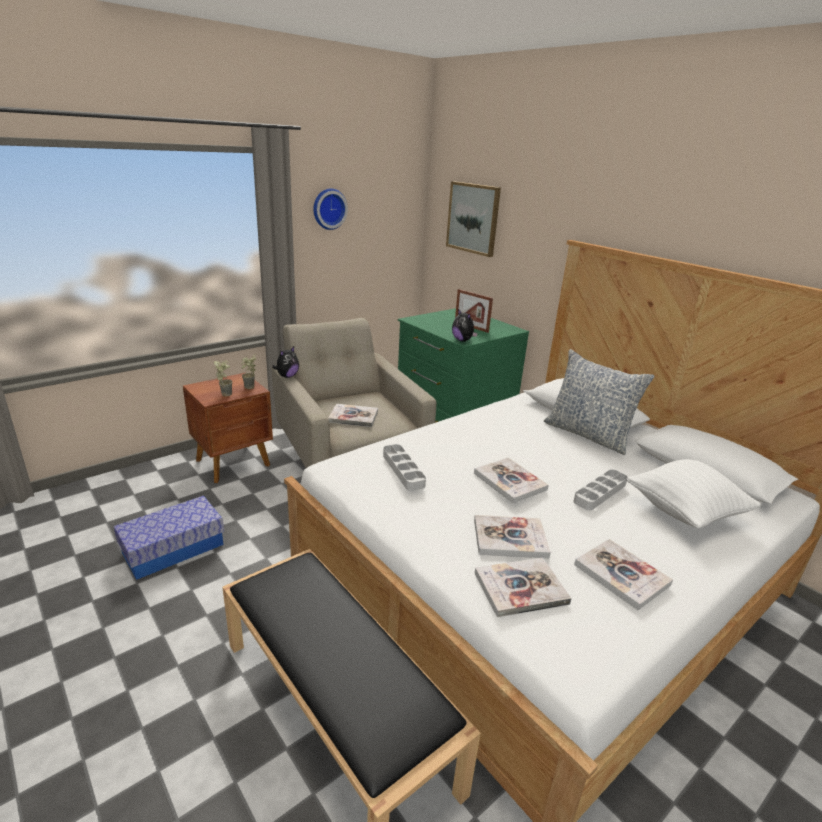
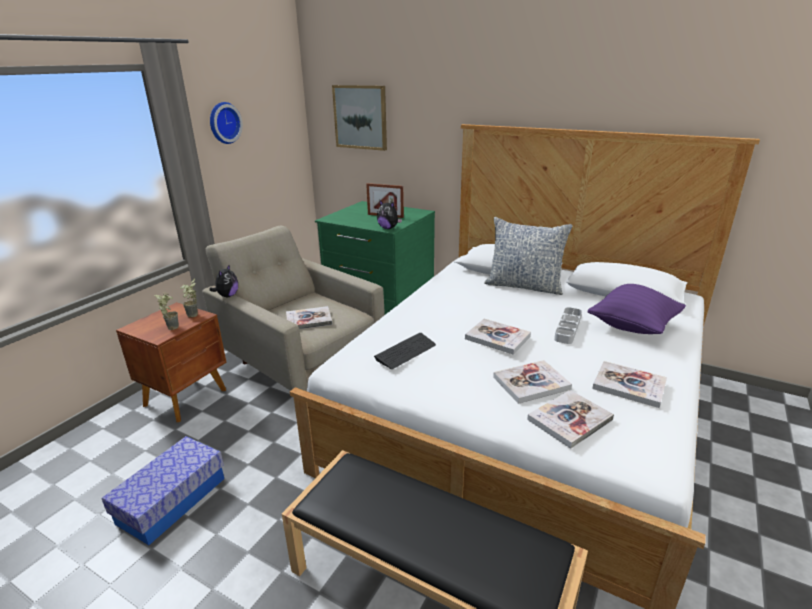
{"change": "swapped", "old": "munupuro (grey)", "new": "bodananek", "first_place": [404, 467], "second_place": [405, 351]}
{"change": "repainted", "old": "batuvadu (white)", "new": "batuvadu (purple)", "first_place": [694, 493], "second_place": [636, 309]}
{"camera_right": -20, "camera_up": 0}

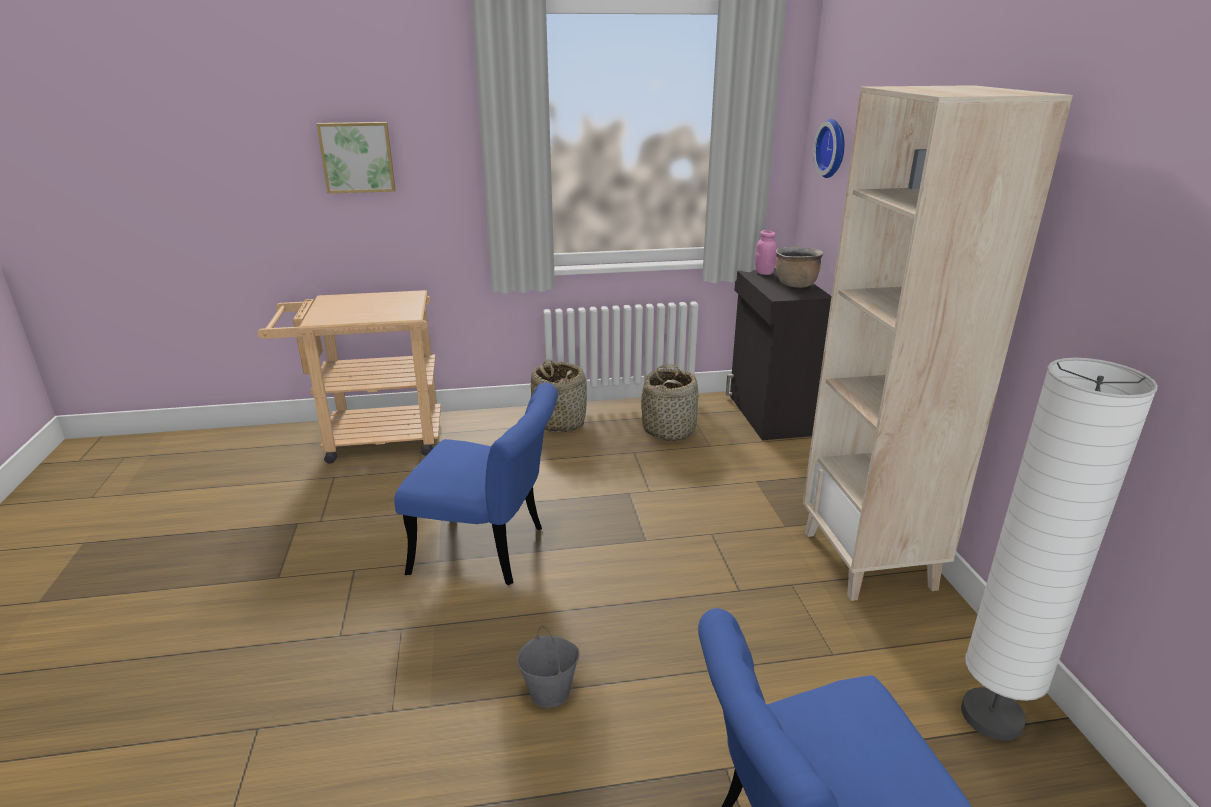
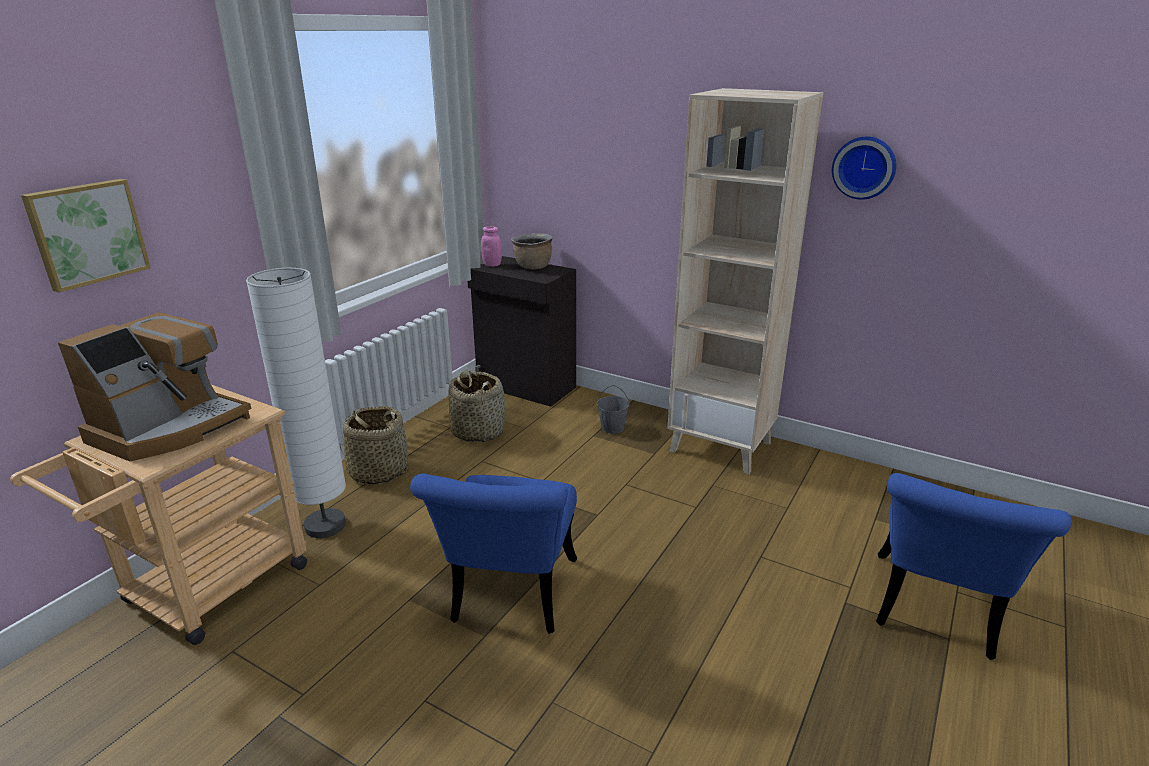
{"change": "rotated", "old": "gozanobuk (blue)", "first_place": [476, 484], "second_place": [493, 554], "degrees": 135}
{"change": "shifted", "old": "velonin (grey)", "first_place": [548, 667], "second_place": [613, 409]}
{"change": "shifted", "old": "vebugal", "first_place": [828, 148], "second_place": [864, 168]}
{"change": "shifted", "old": "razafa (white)", "first_place": [1059, 549], "second_place": [296, 403]}
{"change": "new", "new": "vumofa", "second_place": [155, 387]}
{"camera_right": -50, "camera_up": 0}

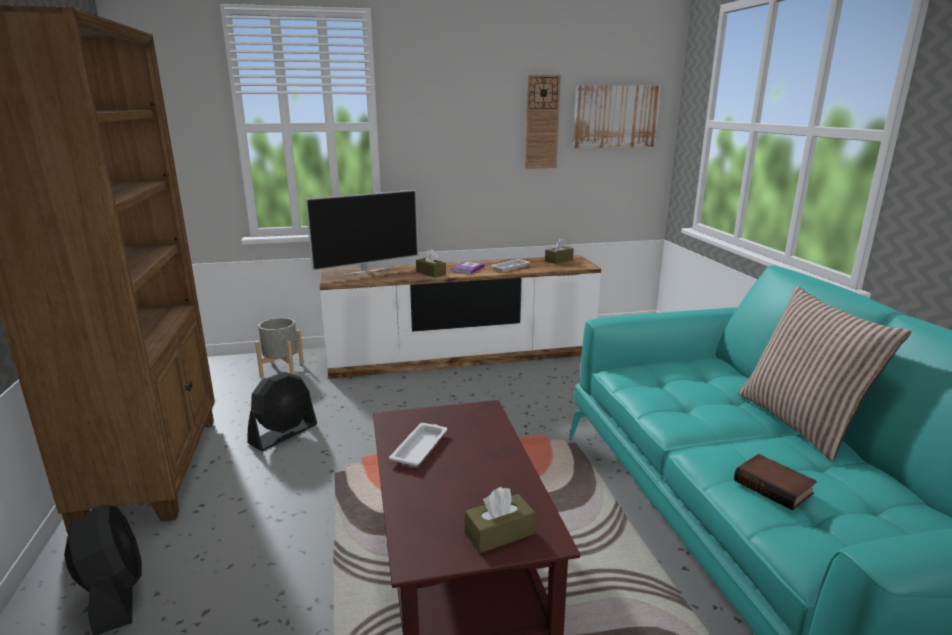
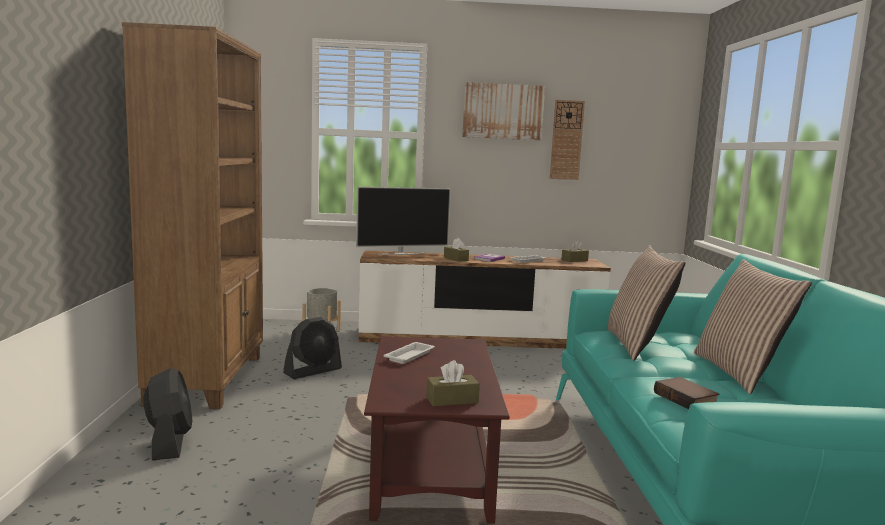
{"change": "shifted", "old": "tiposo", "first_place": [617, 116], "second_place": [503, 111]}
{"change": "new", "new": "batuvadu", "second_place": [646, 302]}
{"camera_right": 10, "camera_up": -10}

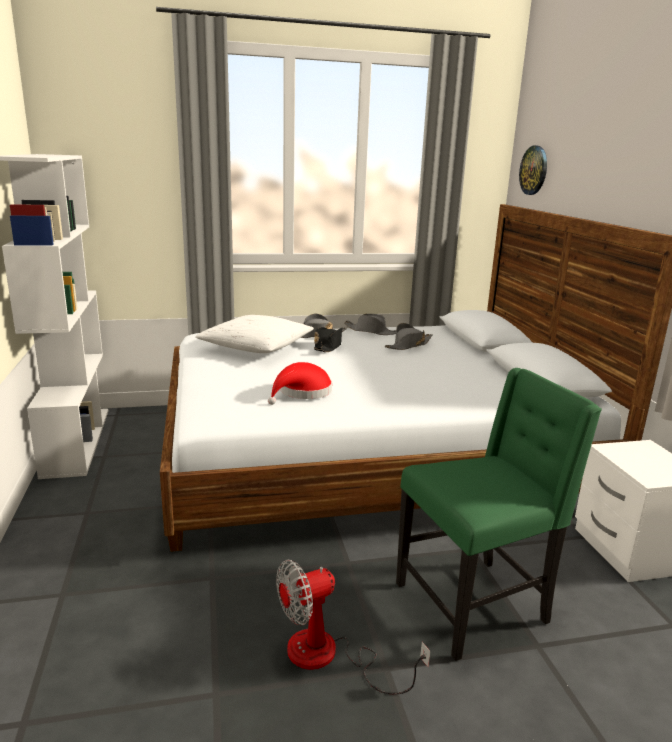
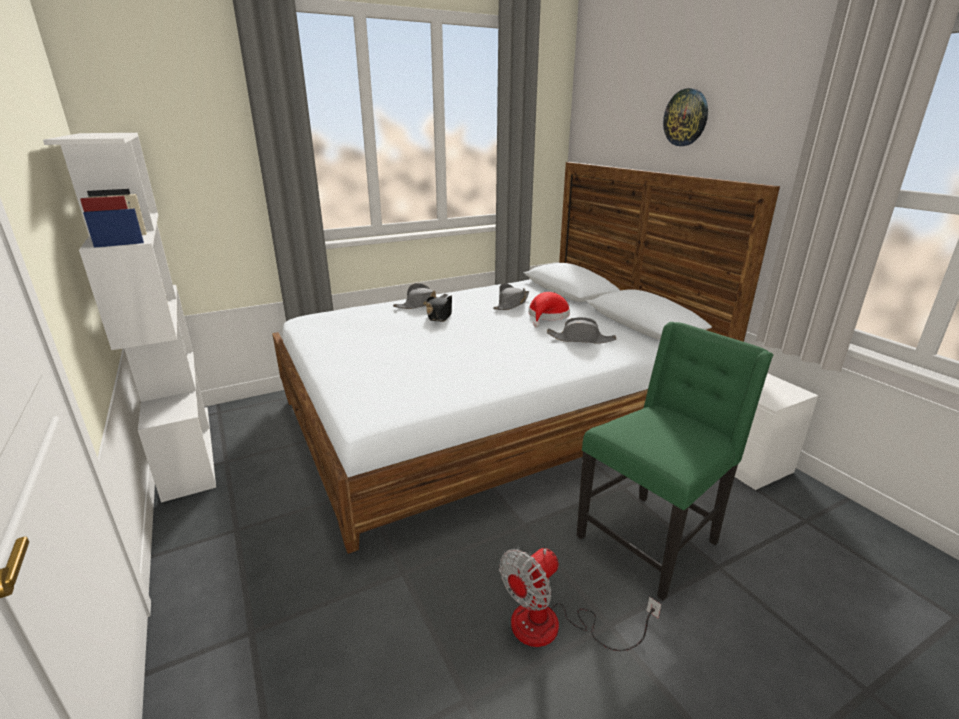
{"change": "gone", "old": "batuvadu (white)", "first_place": [254, 334]}
{"change": "shifted", "old": "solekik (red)", "first_place": [300, 383], "second_place": [549, 309]}
{"change": "shifted", "old": "solekik (grey)", "first_place": [370, 324], "second_place": [581, 330]}
{"change": "shifted", "old": "vebugal", "first_place": [533, 170], "second_place": [685, 117]}
{"camera_right": -15, "camera_up": 5}

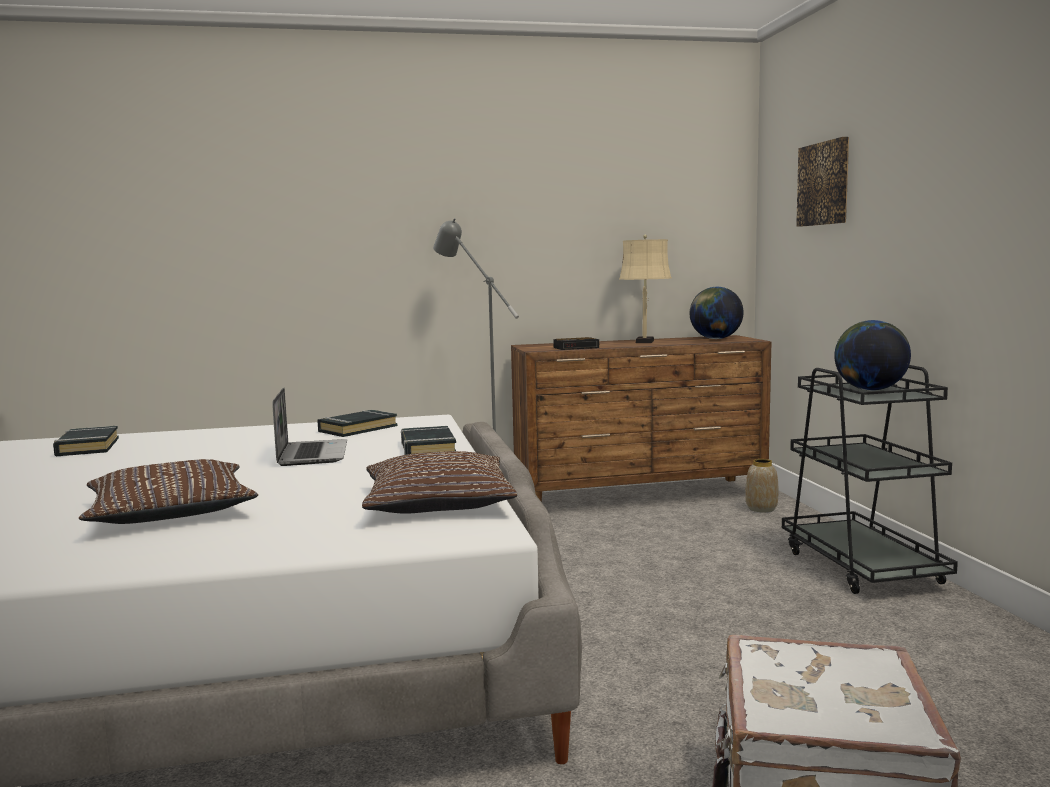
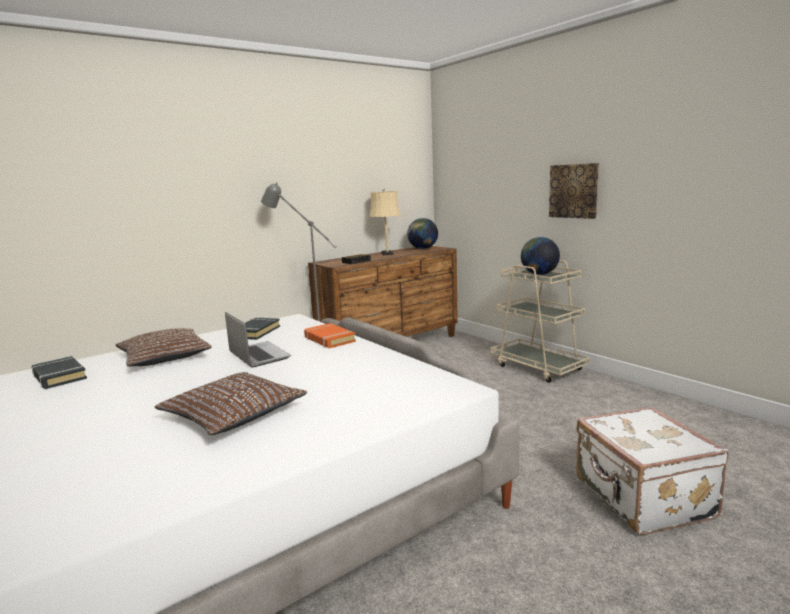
{"change": "shifted", "old": "batuvadu (brown)", "first_place": [439, 482], "second_place": [164, 347]}
{"change": "repainted", "old": "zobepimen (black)", "new": "zobepimen (orange)", "first_place": [428, 440], "second_place": [330, 335]}
{"change": "gone", "old": "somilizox", "first_place": [762, 485]}
{"change": "repainted", "old": "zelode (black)", "new": "zelode (beige)", "first_place": [870, 479], "second_place": [540, 321]}
{"change": "shifted", "old": "tiposo", "first_place": [822, 182], "second_place": [574, 191]}
{"camera_right": -25, "camera_up": 5}

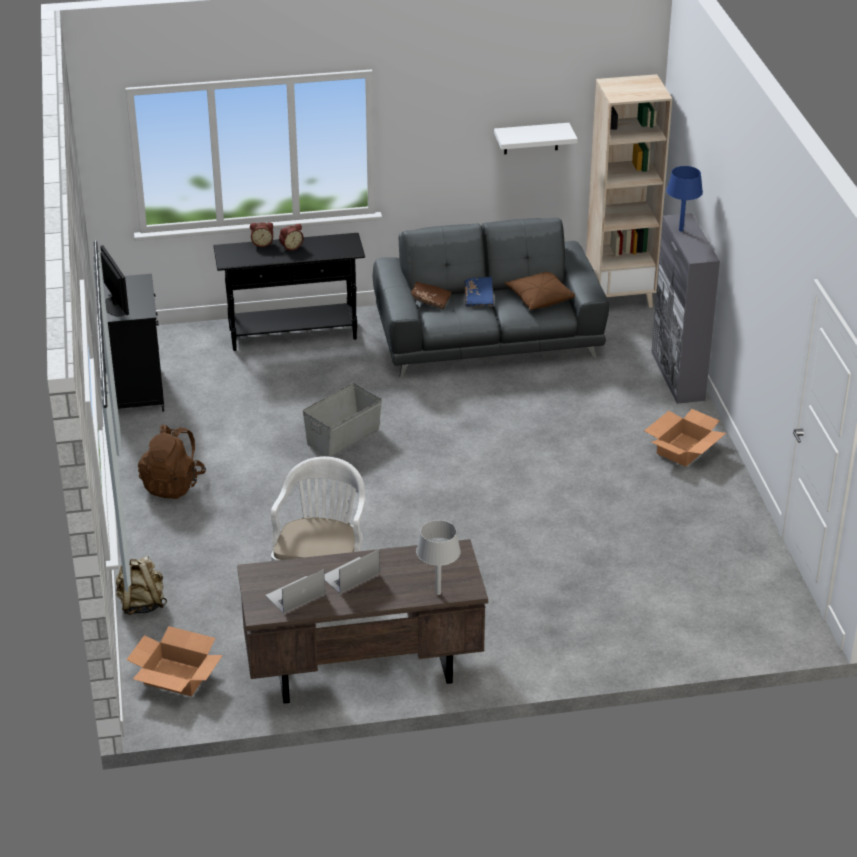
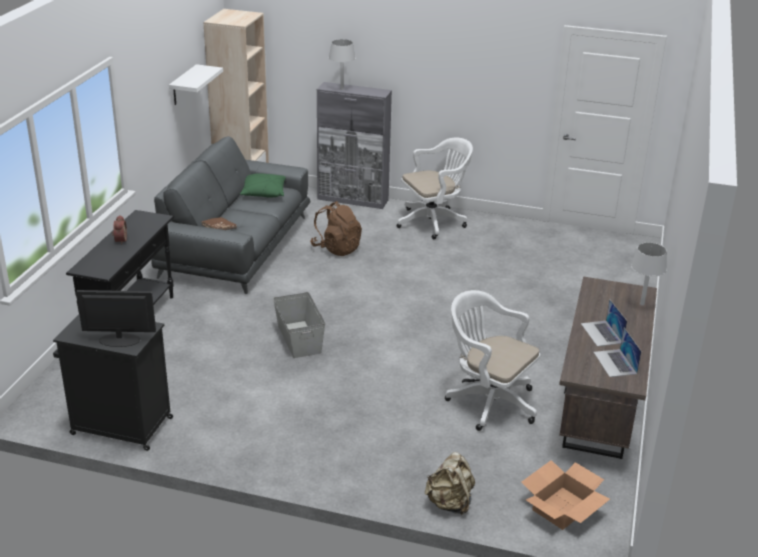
{"change": "shifted", "old": "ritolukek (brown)", "first_place": [172, 462], "second_place": [336, 228]}
{"change": "gone", "old": "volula", "first_place": [261, 234]}
{"change": "gone", "old": "zobepimen (blue)", "first_place": [479, 292]}
{"change": "repainted", "old": "batuvadu (brown)", "new": "batuvadu (green)", "first_place": [540, 291], "second_place": [263, 185]}
{"change": "swapped", "old": "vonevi", "new": "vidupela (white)", "first_place": [685, 438], "second_place": [435, 188]}
{"change": "repainted", "old": "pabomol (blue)", "new": "pabomol (grey)", "first_place": [685, 199], "second_place": [342, 64]}
{"camera_right": -65, "camera_up": -5}

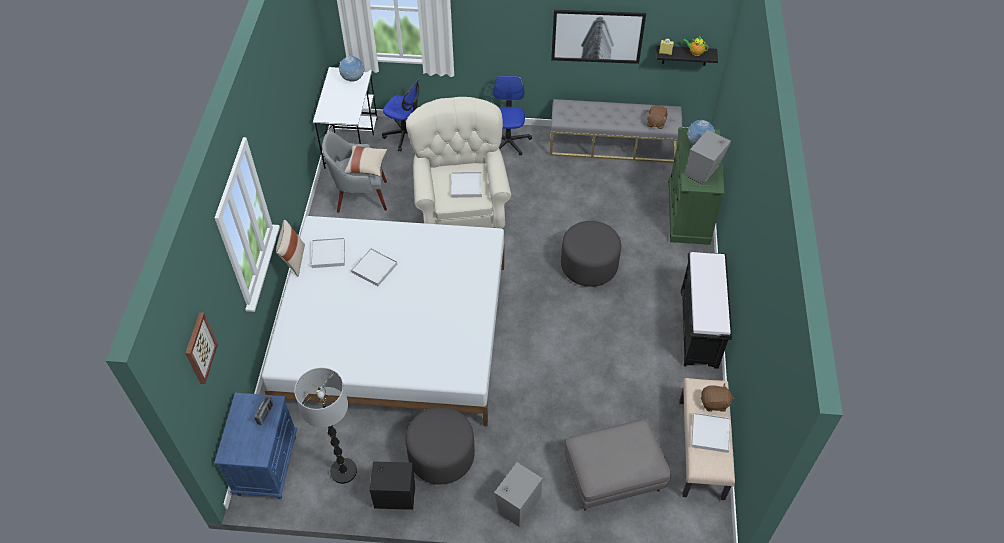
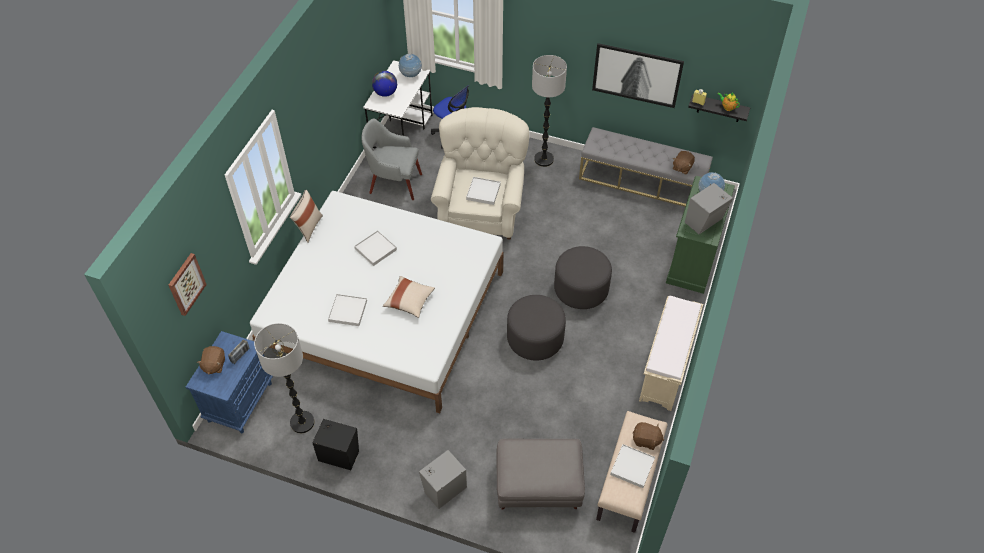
{"change": "shifted", "old": "munupuro (white)", "first_place": [328, 253], "second_place": [347, 310]}
{"change": "shifted", "old": "batuvadu (beige)", "first_place": [366, 161], "second_place": [409, 297]}
{"change": "shifted", "old": "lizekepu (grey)", "first_place": [440, 445], "second_place": [536, 328]}
{"change": "swapped", "old": "vidupela", "new": "razafa", "first_place": [512, 115], "second_place": [549, 111]}
{"change": "repainted", "old": "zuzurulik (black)", "new": "zuzurulik (beige)", "first_place": [706, 310], "second_place": [671, 353]}
{"change": "new", "new": "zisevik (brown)", "second_place": [211, 360]}
{"change": "new", "new": "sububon", "second_place": [384, 84]}
{"camera_right": 15, "camera_up": 0}

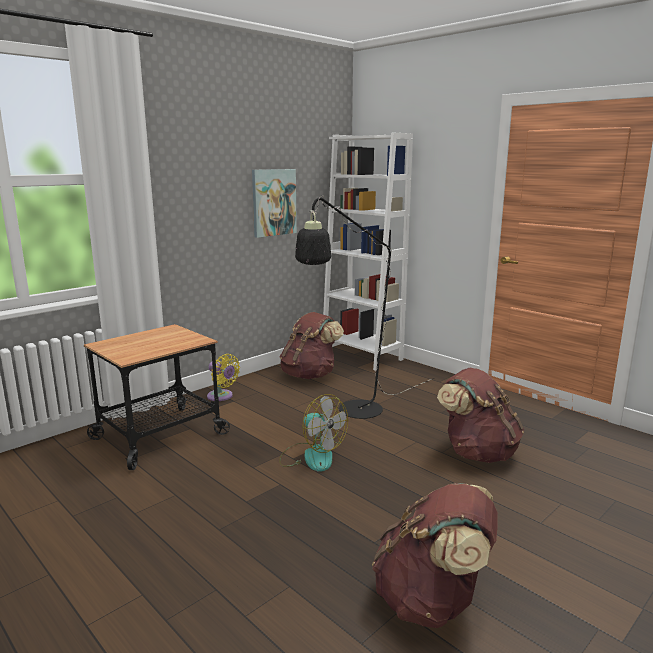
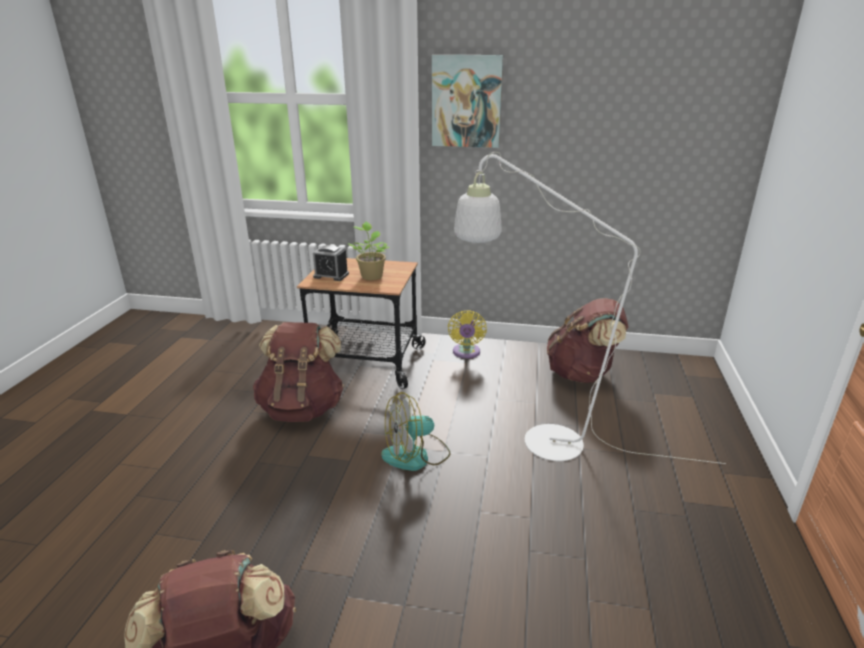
{"change": "shifted", "old": "tiposo", "first_place": [274, 203], "second_place": [467, 101]}
{"change": "rotated", "old": "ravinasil", "first_place": [313, 433], "second_place": [416, 431], "degrees": 60}
{"change": "repainted", "old": "razafa (black)", "new": "razafa (white)", "first_place": [364, 307], "second_place": [590, 308]}
{"change": "gone", "old": "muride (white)", "first_place": [368, 252]}
{"change": "shifted", "old": "ritolukek (brown)", "first_place": [480, 415], "second_place": [298, 372]}
{"change": "new", "new": "volula", "second_place": [331, 263]}
{"change": "new", "new": "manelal", "second_place": [368, 251]}
{"camera_right": 55, "camera_up": 10}

